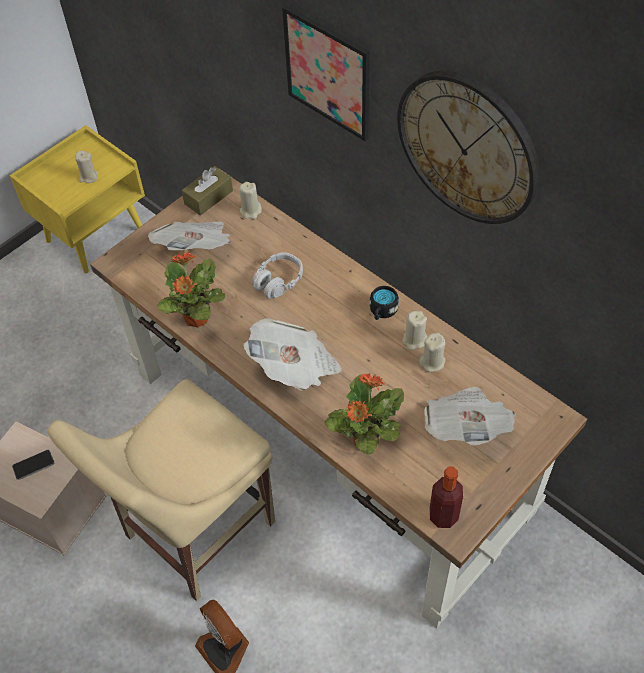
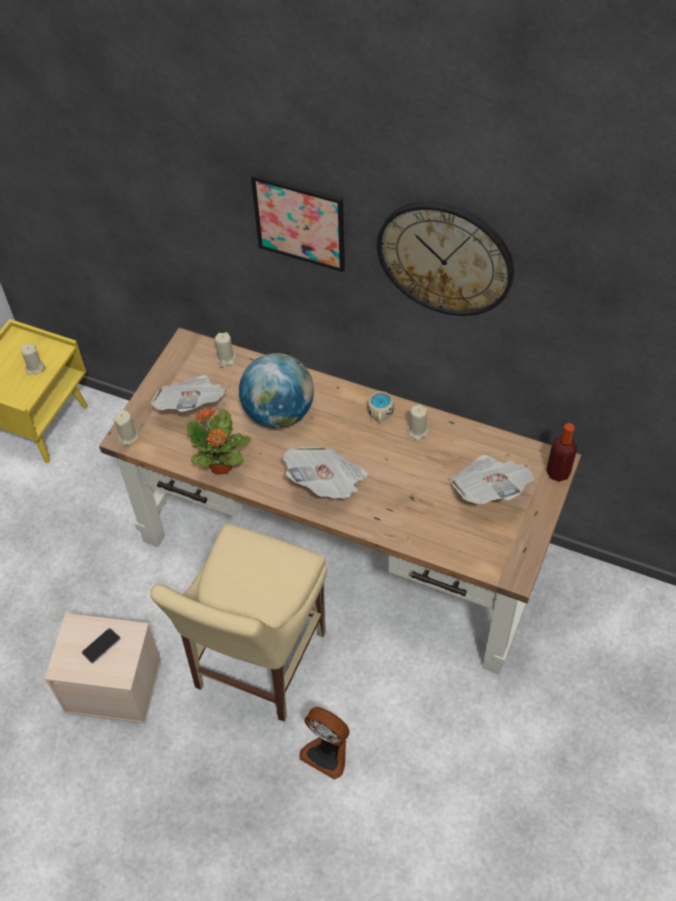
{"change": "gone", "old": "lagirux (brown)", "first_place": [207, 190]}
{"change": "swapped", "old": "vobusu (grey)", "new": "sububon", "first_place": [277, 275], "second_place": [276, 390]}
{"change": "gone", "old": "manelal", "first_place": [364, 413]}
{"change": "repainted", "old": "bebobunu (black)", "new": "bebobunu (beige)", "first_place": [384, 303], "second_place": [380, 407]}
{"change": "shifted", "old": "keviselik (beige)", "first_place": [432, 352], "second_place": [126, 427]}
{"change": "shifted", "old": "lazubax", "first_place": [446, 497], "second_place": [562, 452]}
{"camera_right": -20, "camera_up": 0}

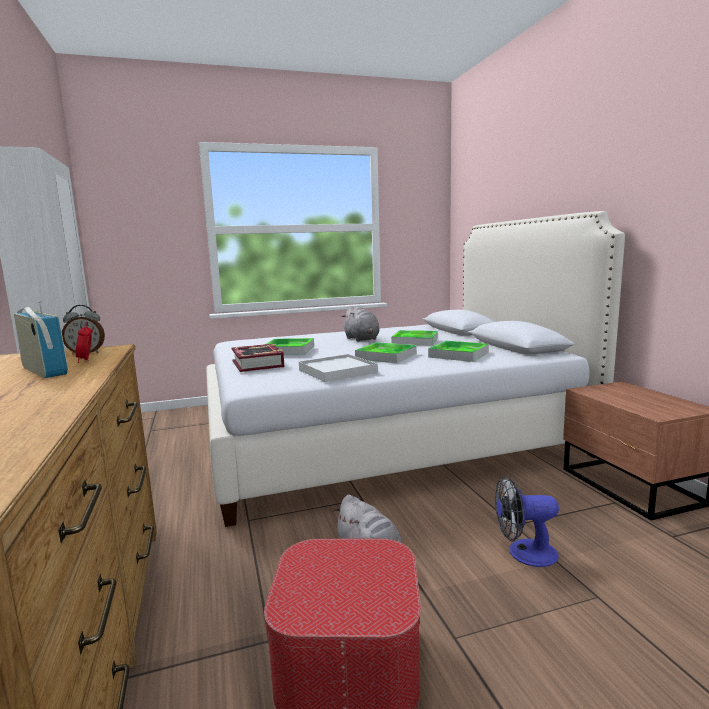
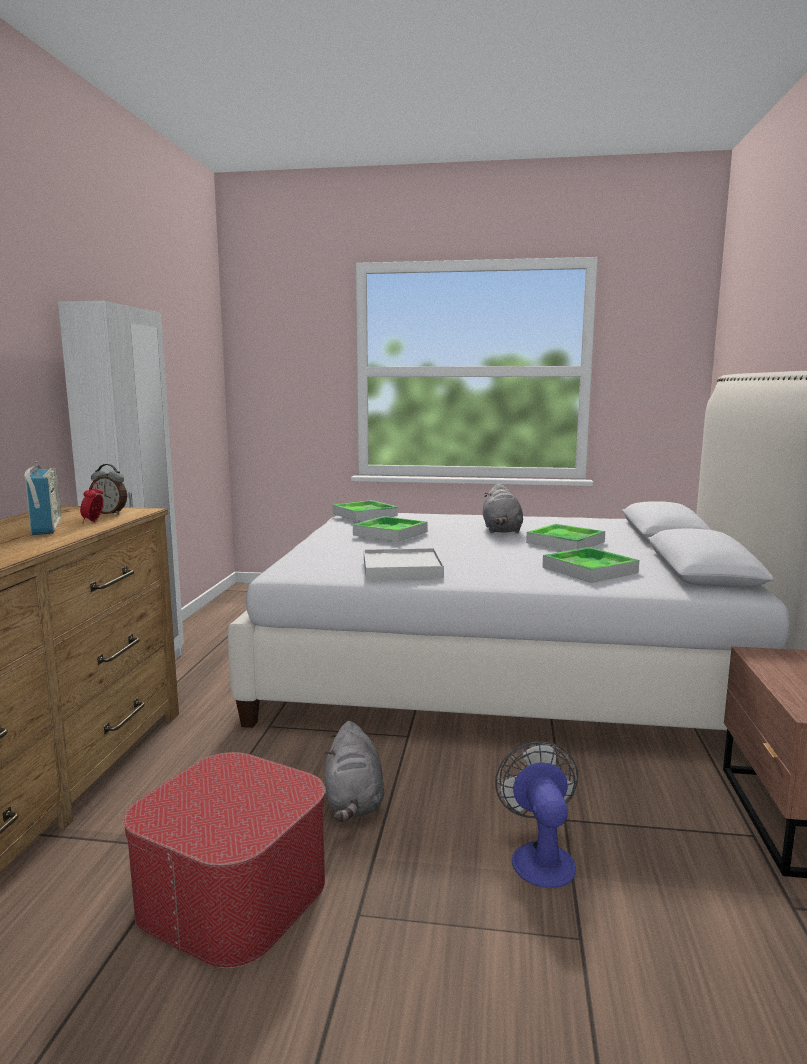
{"change": "gone", "old": "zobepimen", "first_place": [258, 358]}
{"change": "shifted", "old": "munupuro", "first_place": [386, 352], "second_place": [364, 510]}
{"change": "rotated", "old": "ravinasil", "first_place": [527, 521], "second_place": [536, 814], "degrees": 60}
{"camera_right": 25, "camera_up": 0}

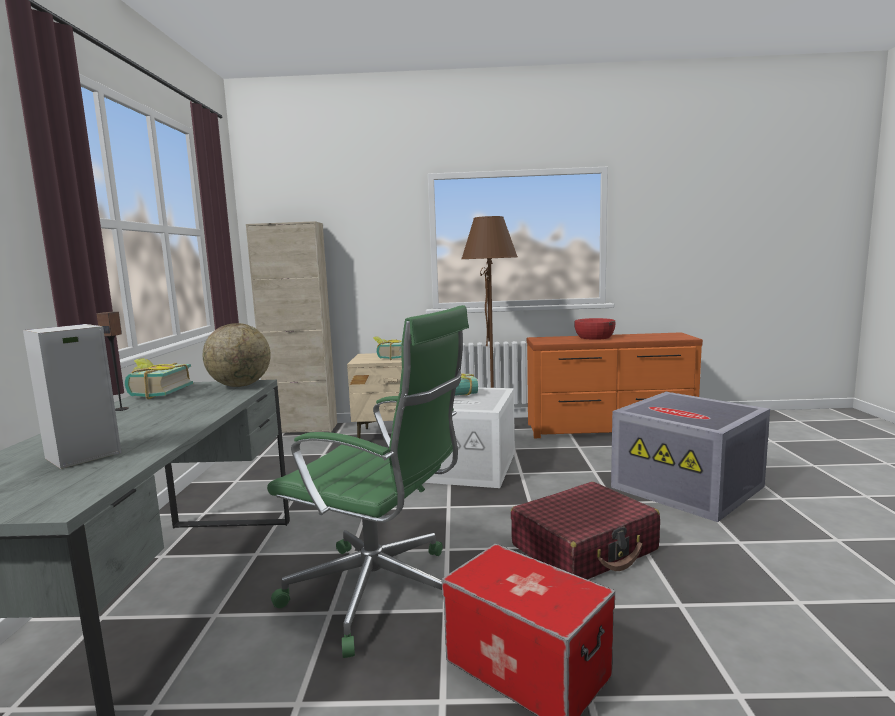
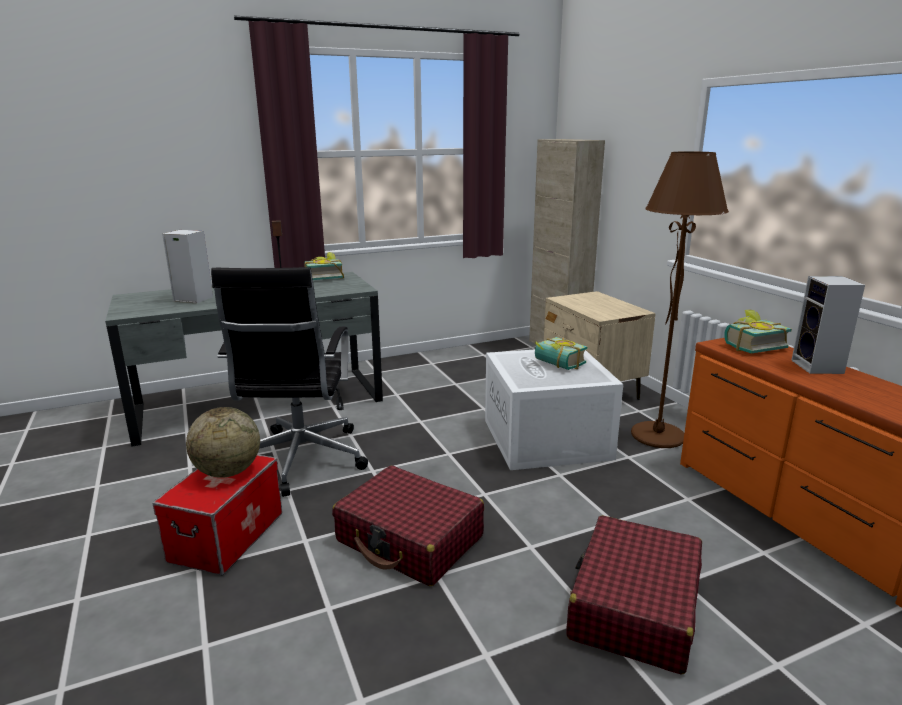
{"change": "shifted", "old": "sububon", "first_place": [237, 355], "second_place": [223, 442]}
{"change": "repainted", "old": "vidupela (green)", "new": "vidupela (black)", "first_place": [368, 481], "second_place": [289, 382]}
{"change": "shifted", "old": "zobepimen", "first_place": [387, 348], "second_place": [758, 331]}
{"change": "swapped", "old": "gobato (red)", "new": "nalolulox", "first_place": [594, 329], "second_place": [828, 325]}
{"change": "swapped", "old": "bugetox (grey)", "new": "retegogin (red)", "first_place": [690, 457], "second_place": [634, 595]}
{"camera_right": 65, "camera_up": 10}

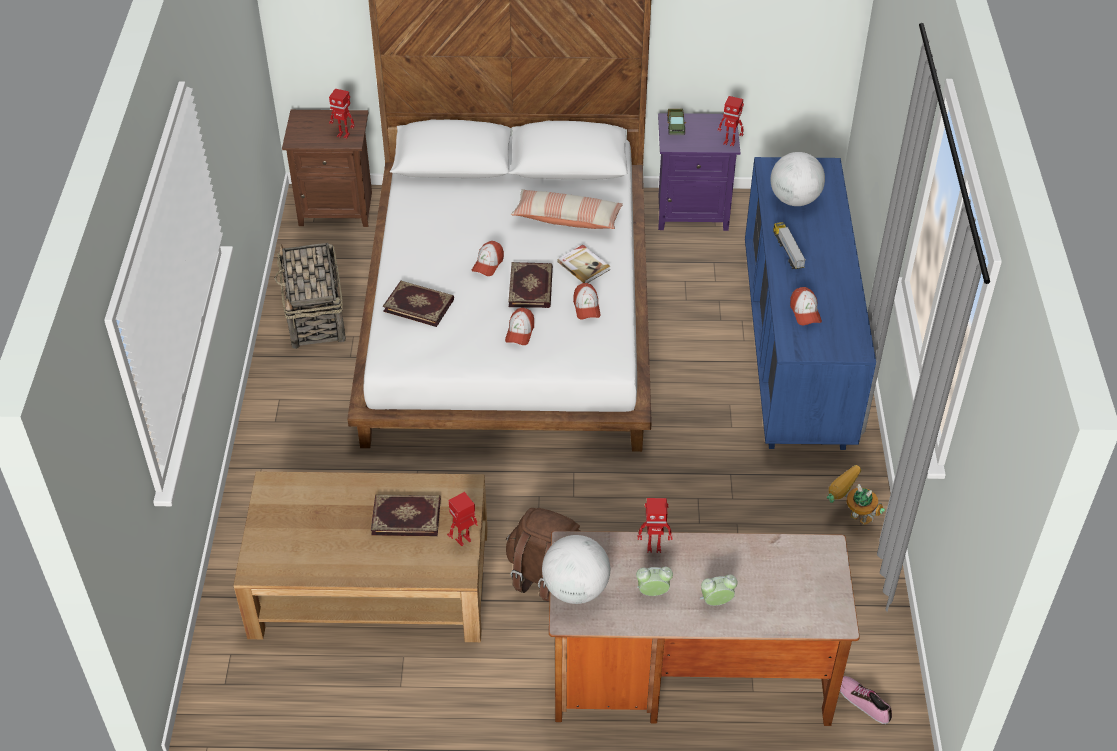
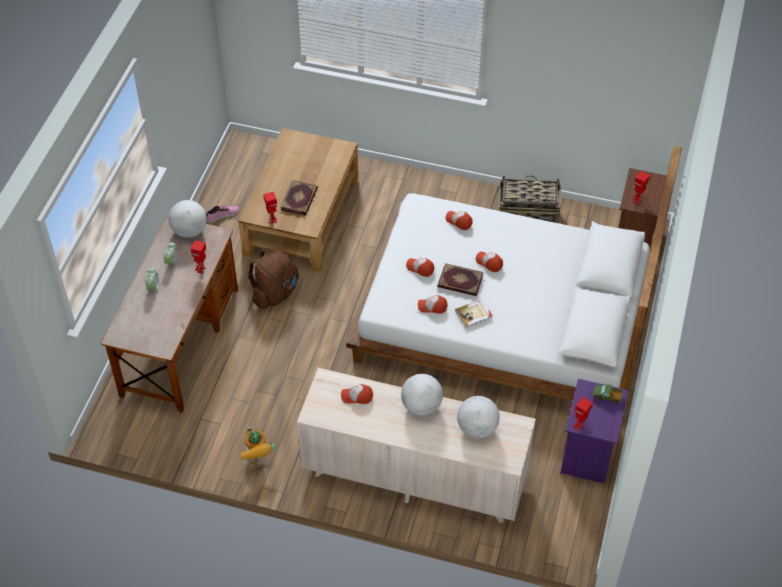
{"change": "swapped", "old": "zobepimen", "new": "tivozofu", "first_place": [418, 304], "second_place": [459, 220]}
{"change": "gone", "old": "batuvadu", "first_place": [567, 209]}
{"change": "repainted", "old": "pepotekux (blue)", "new": "pepotekux (beige)", "first_place": [810, 303], "second_place": [416, 445]}
{"change": "swapped", "old": "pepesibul", "new": "sububon", "first_place": [789, 245], "second_place": [422, 395]}
{"change": "rotated", "old": "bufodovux", "first_place": [856, 495], "second_place": [257, 444], "degrees": 105}
{"change": "shifted", "old": "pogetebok", "first_place": [866, 700], "second_place": [222, 214]}
{"camera_right": 105, "camera_up": 5}

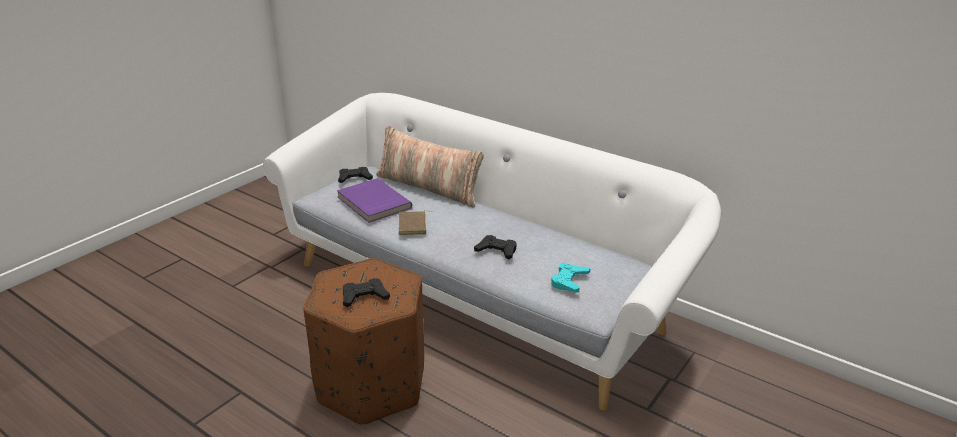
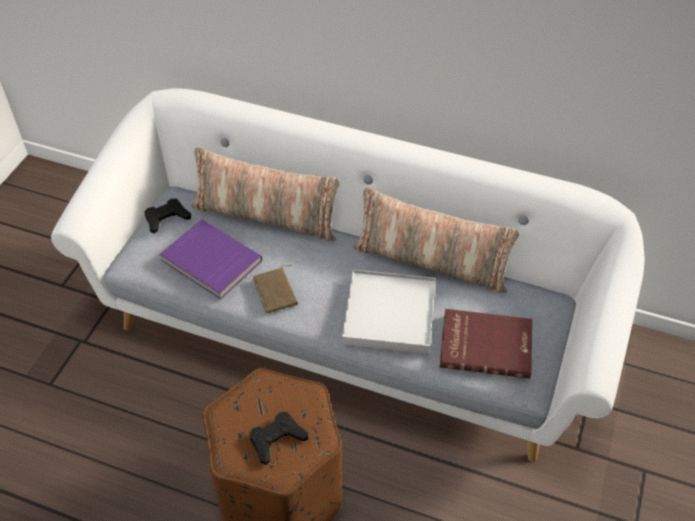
{"change": "swapped", "old": "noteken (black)", "new": "munupuro (white)", "first_place": [495, 247], "second_place": [389, 311]}
{"change": "swapped", "old": "noteken (turquoise)", "new": "zobepimen (red)", "first_place": [571, 278], "second_place": [486, 344]}
{"change": "new", "new": "batuvadu", "second_place": [436, 240]}
{"camera_right": -15, "camera_up": 20}

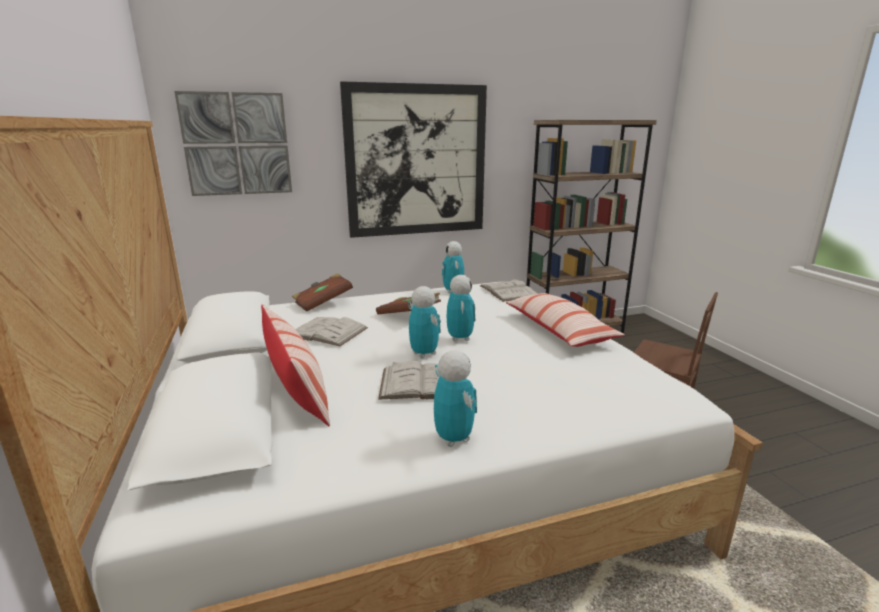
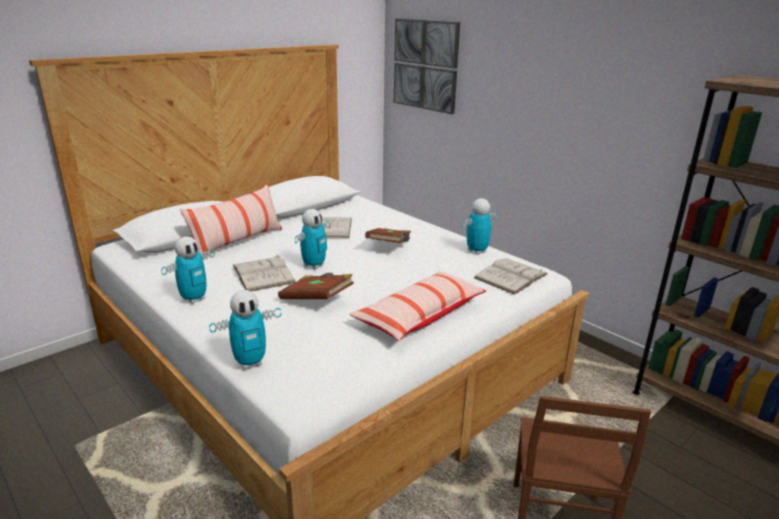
{"change": "shifted", "old": "zobepimen (brown)", "first_place": [322, 292], "second_place": [316, 286]}
{"change": "gone", "old": "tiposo", "first_place": [413, 159]}
{"change": "shifted", "old": "bufodovux", "first_place": [461, 308], "second_place": [245, 329]}
{"camera_right": 65, "camera_up": 5}

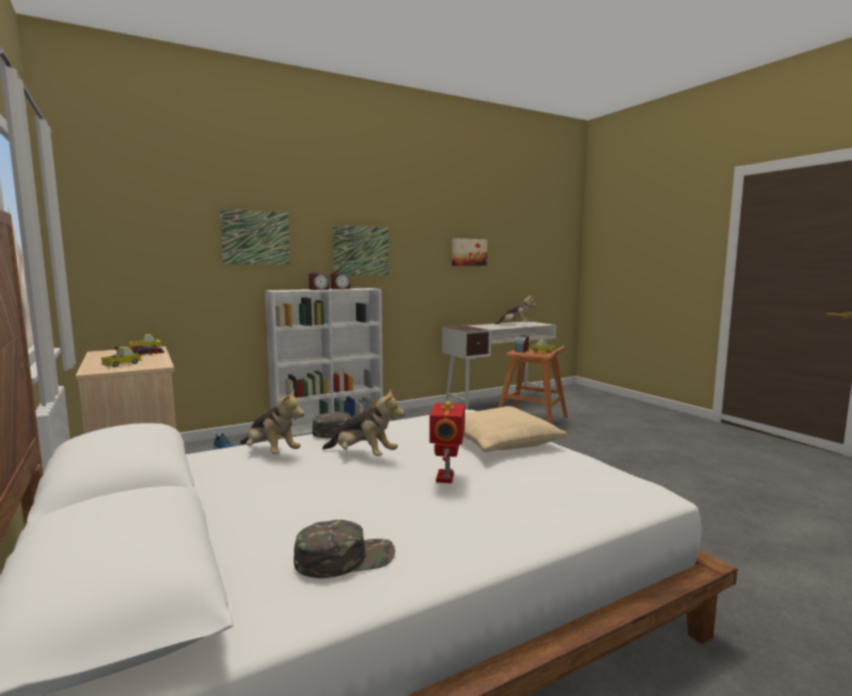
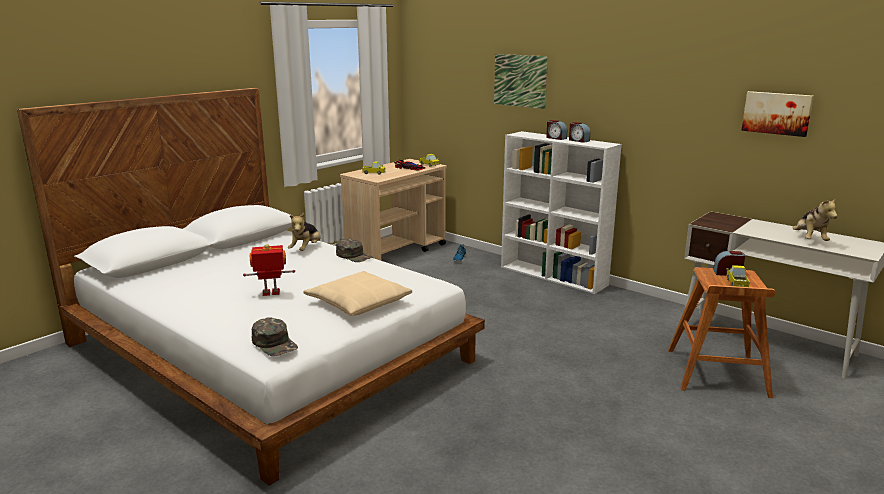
{"change": "shifted", "old": "tivozofu (green)", "first_place": [344, 549], "second_place": [275, 336]}
{"change": "gone", "old": "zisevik", "first_place": [363, 422]}
{"change": "gone", "old": "tiposo", "first_place": [360, 250]}
{"camera_right": 70, "camera_up": 10}

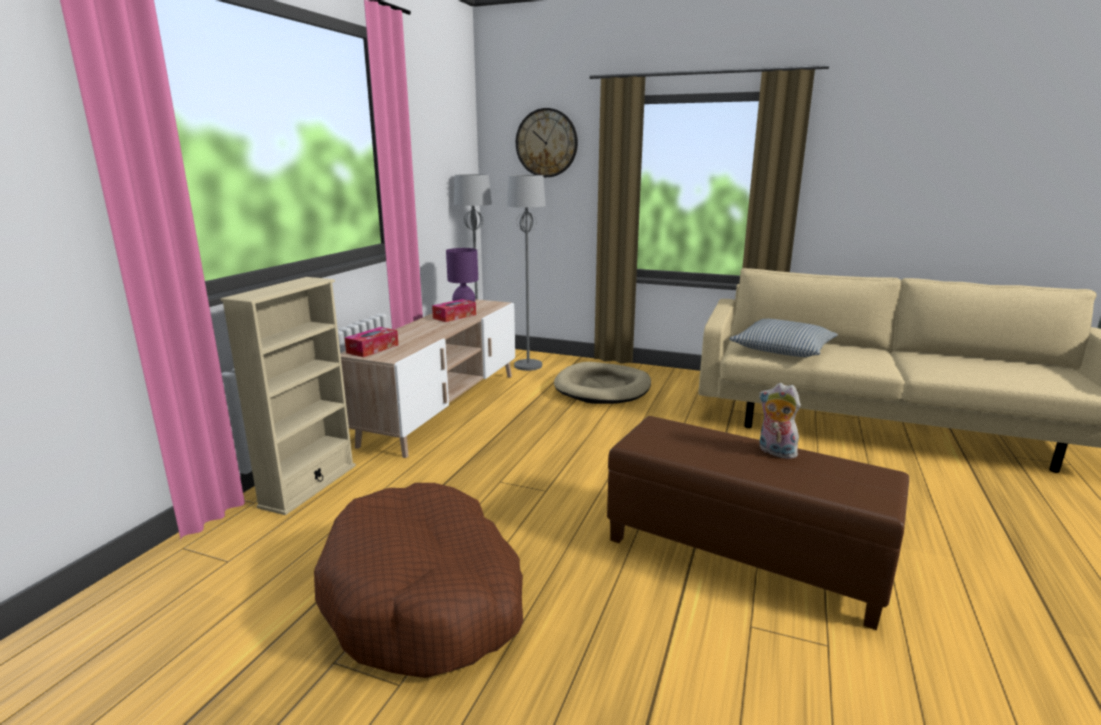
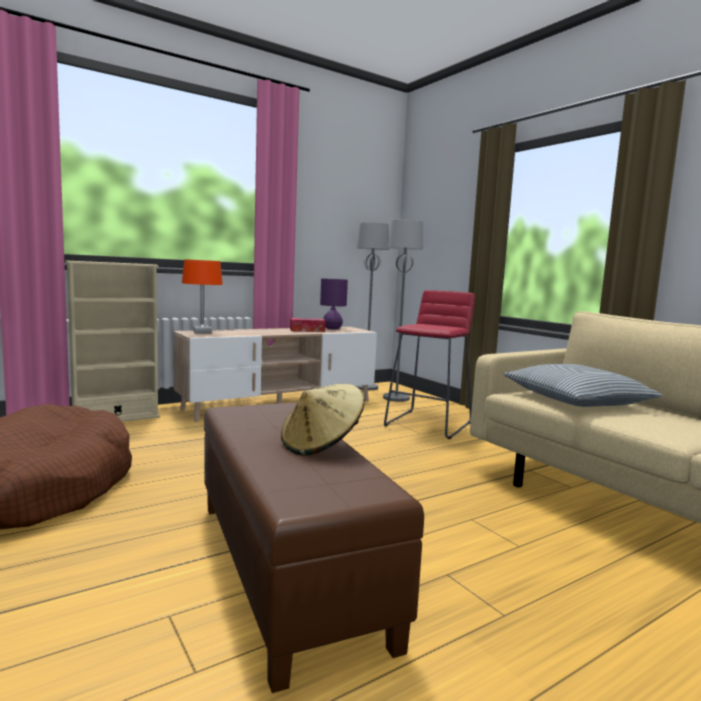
{"change": "swapped", "old": "lagirux", "new": "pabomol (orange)", "first_place": [371, 342], "second_place": [202, 296]}
{"change": "gone", "old": "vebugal", "first_place": [547, 142]}
{"change": "swapped", "old": "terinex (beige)", "new": "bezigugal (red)", "first_place": [602, 383], "second_place": [429, 364]}
{"change": "swapped", "old": "zisevik", "new": "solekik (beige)", "first_place": [780, 421], "second_place": [323, 420]}
{"camera_right": 35, "camera_up": -10}

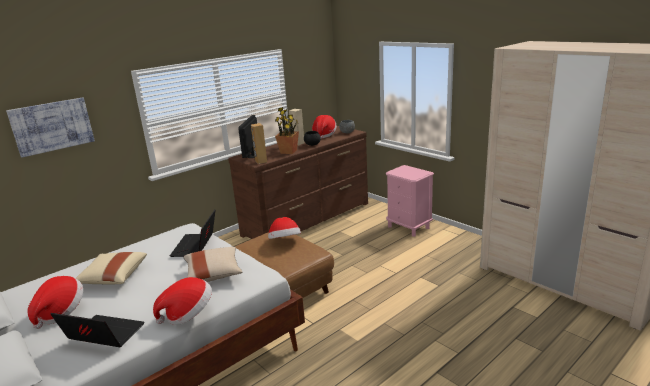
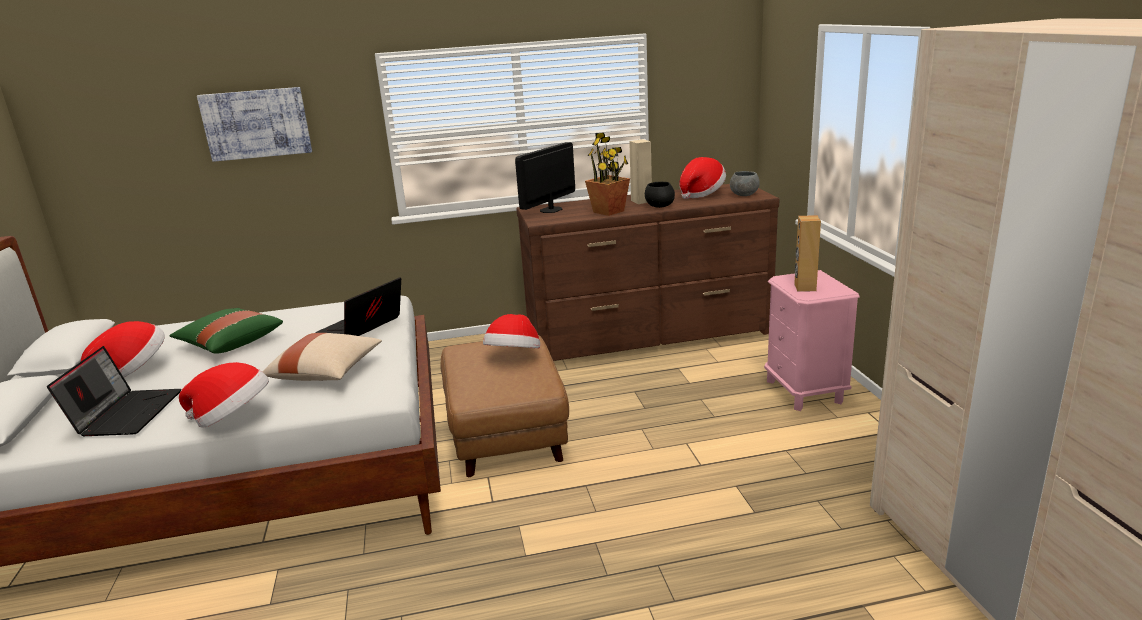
{"change": "rotated", "old": "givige", "first_place": [97, 330], "second_place": [114, 391], "degrees": 45}
{"change": "repainted", "old": "batuvadu (beige)", "new": "batuvadu (green)", "first_place": [111, 268], "second_place": [226, 331]}
{"change": "shifted", "old": "nalolulox (brown)", "first_place": [259, 143], "second_place": [807, 253]}
{"camera_right": 30, "camera_up": 0}

